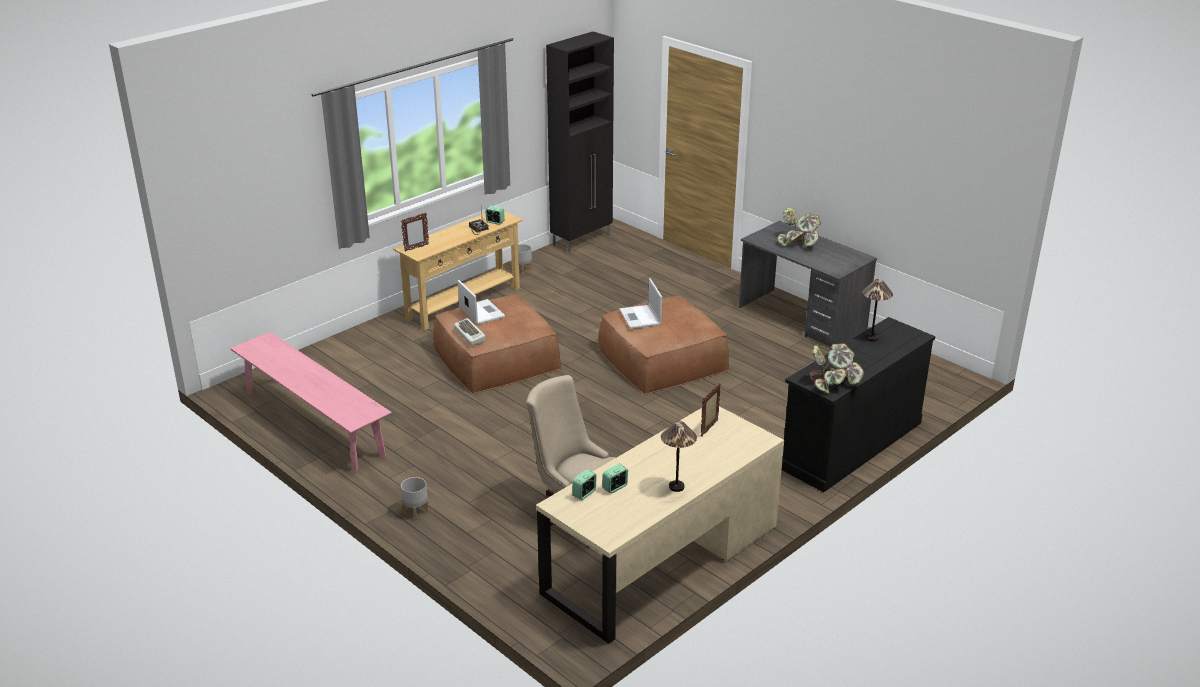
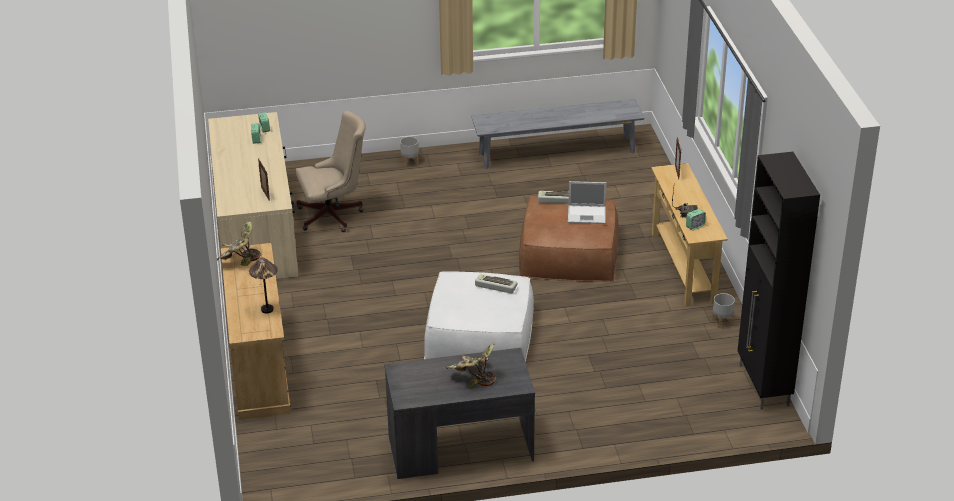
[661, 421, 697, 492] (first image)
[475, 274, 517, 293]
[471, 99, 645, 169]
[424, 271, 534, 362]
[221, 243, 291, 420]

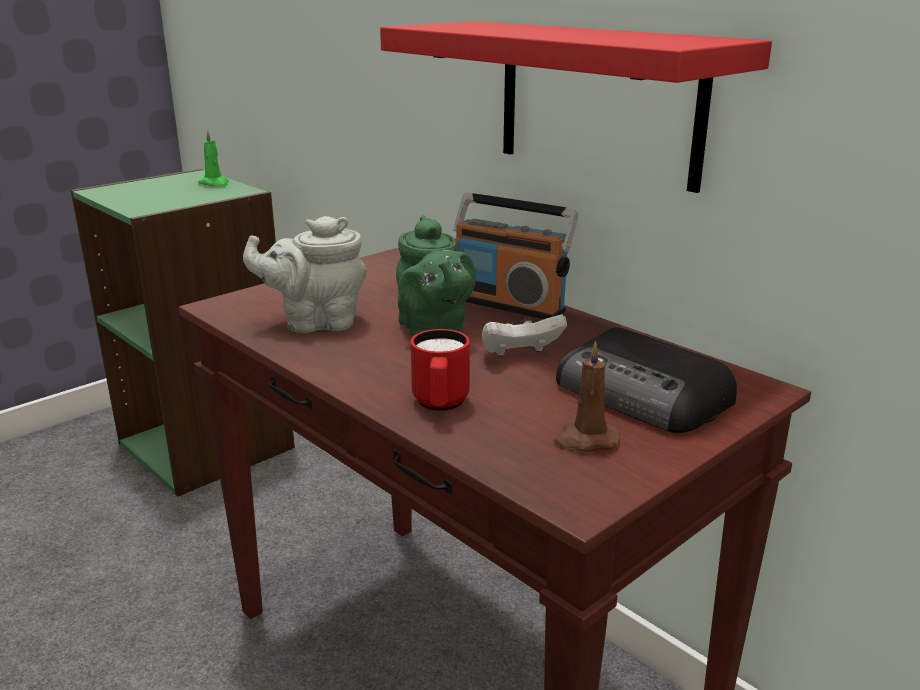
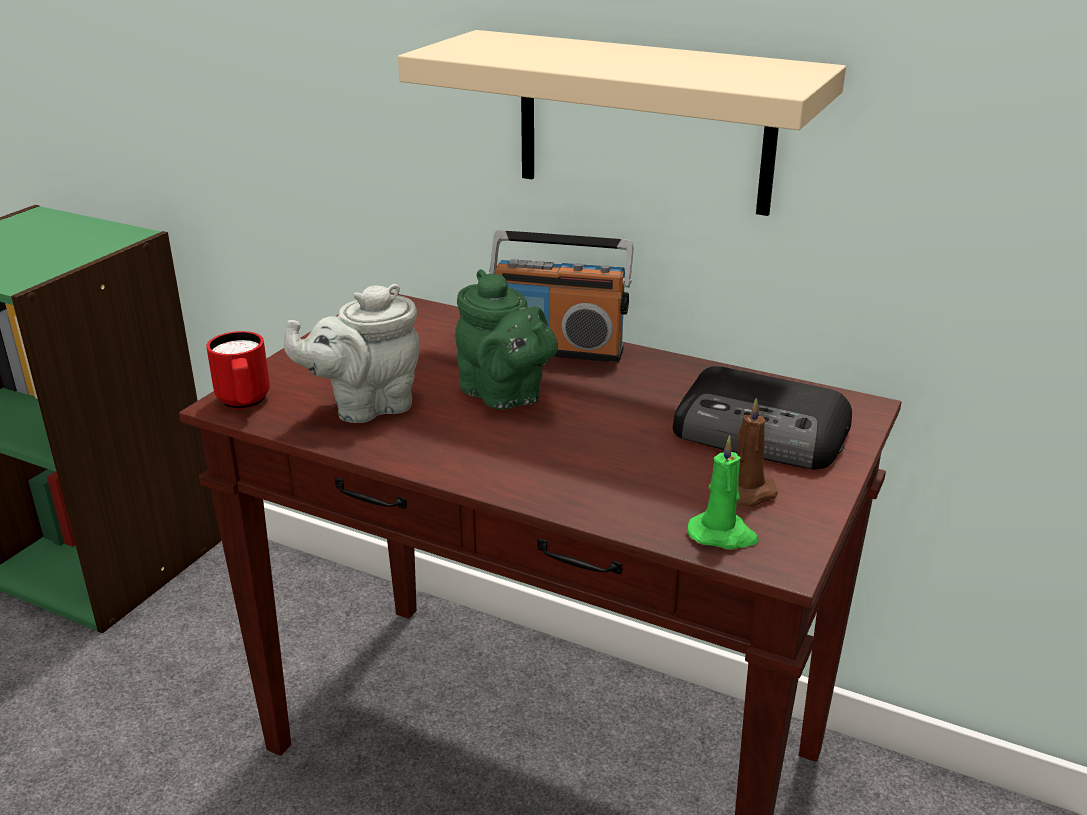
[482, 314, 567, 356] (first image)
[687, 436, 759, 549]
[206, 331, 270, 409]
[398, 30, 846, 216]

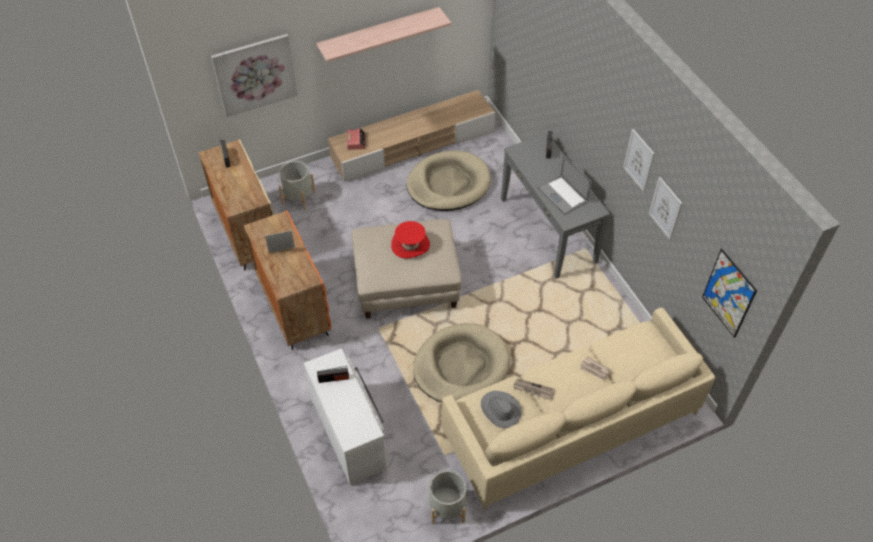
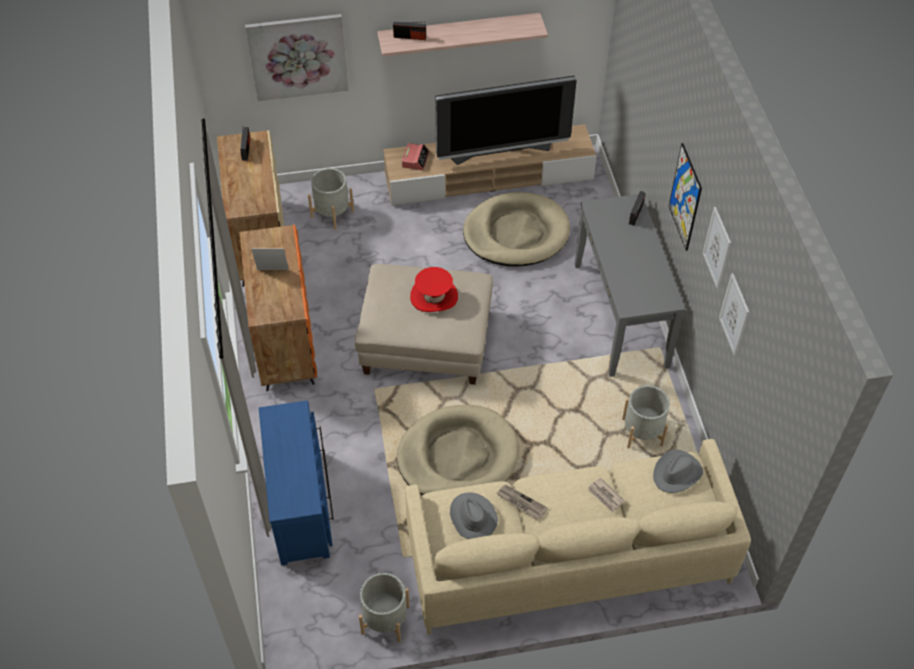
[538, 155, 592, 215] (first image)
[435, 76, 577, 165]
[622, 385, 670, 448]
[653, 449, 703, 493]
[393, 22, 426, 40]
[669, 143, 702, 251]
[259, 400, 334, 565]

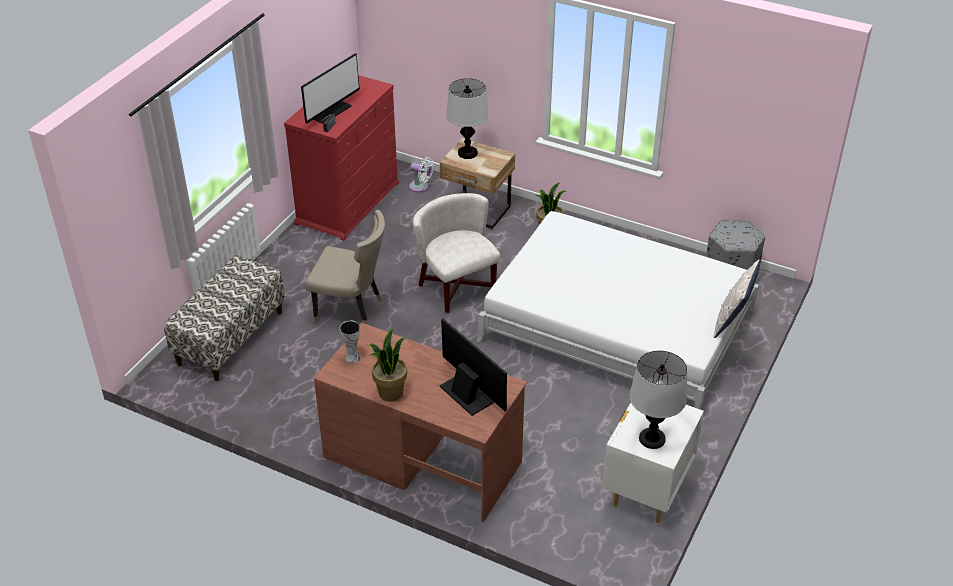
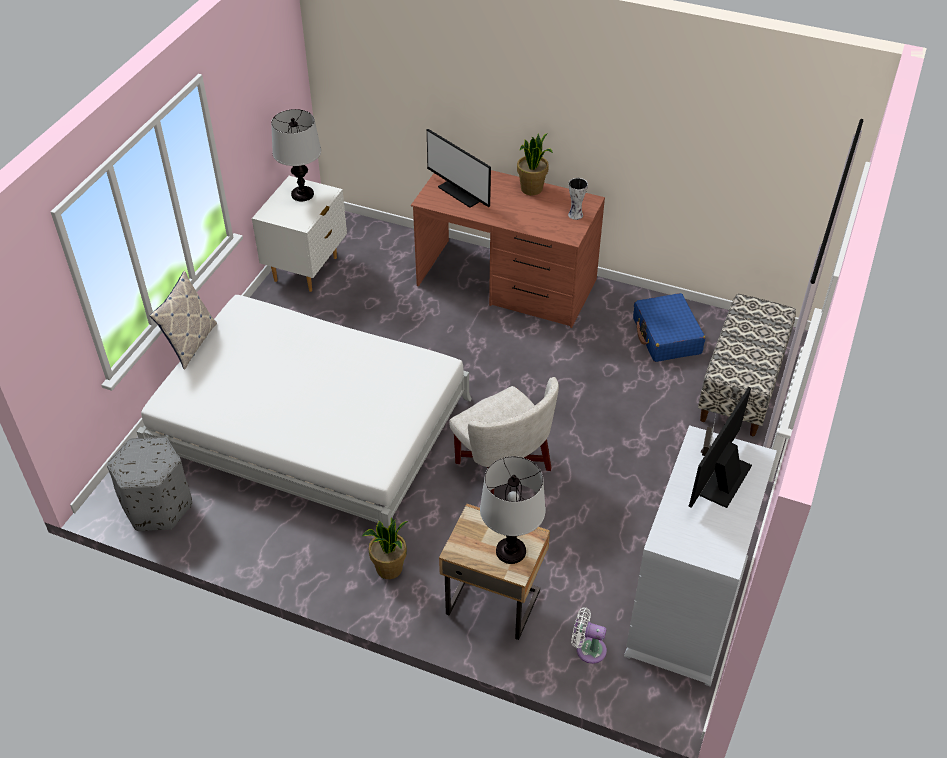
[305, 210, 385, 325] (first image)
[633, 293, 705, 362]
[624, 425, 777, 687]

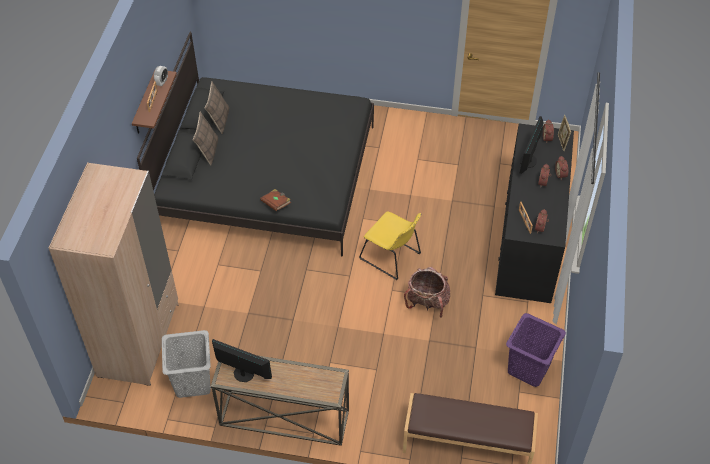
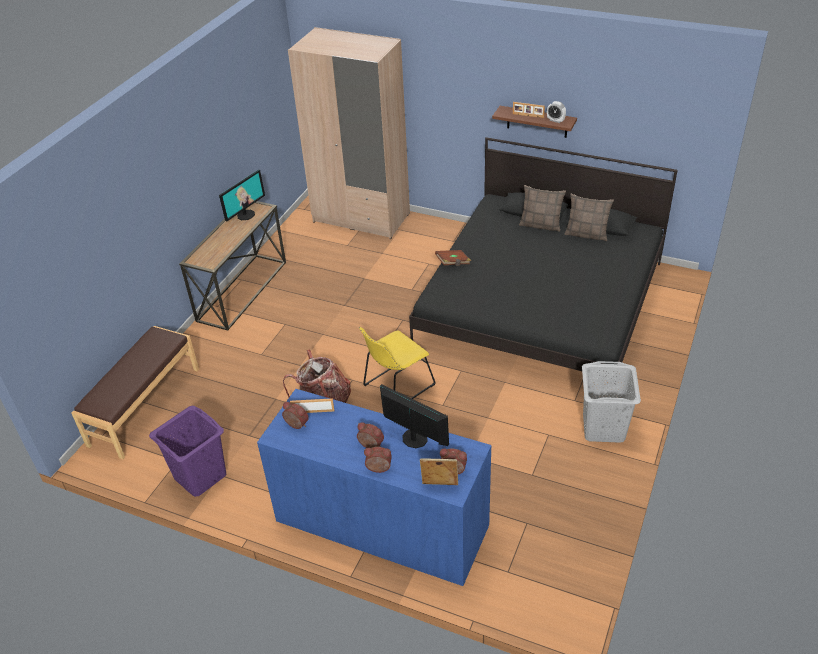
[582, 361, 641, 443]
[257, 389, 491, 586]

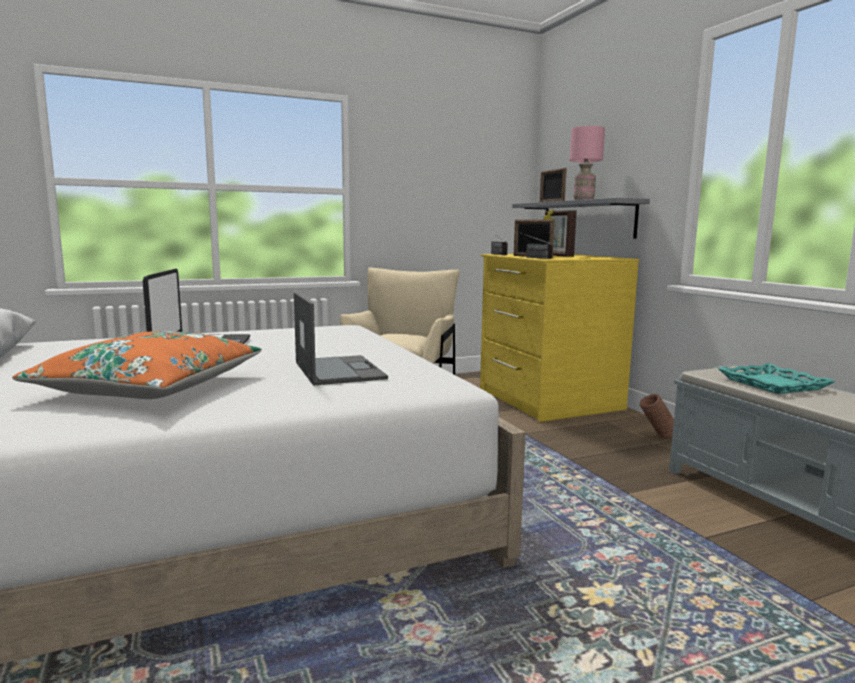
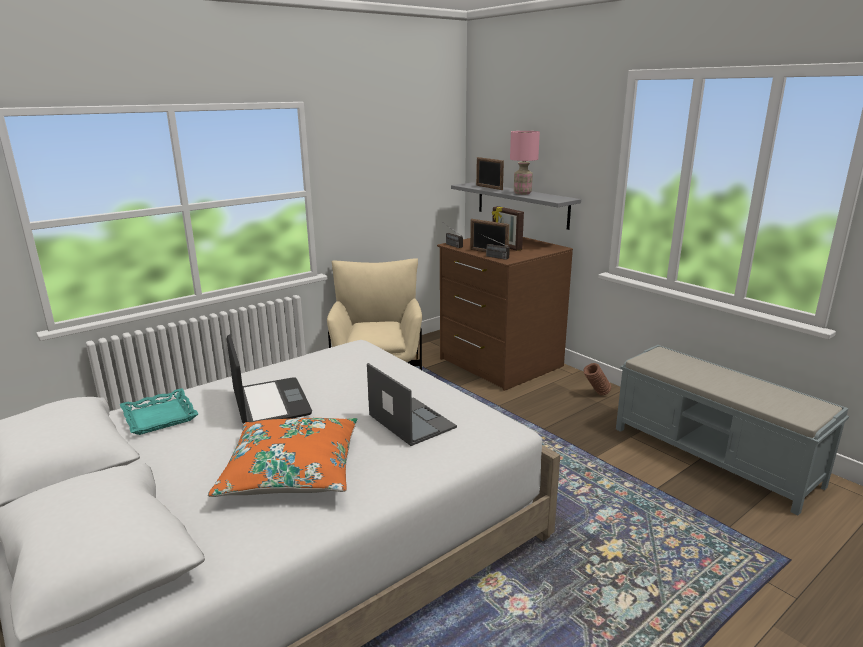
[120, 388, 198, 435]
[437, 237, 573, 391]

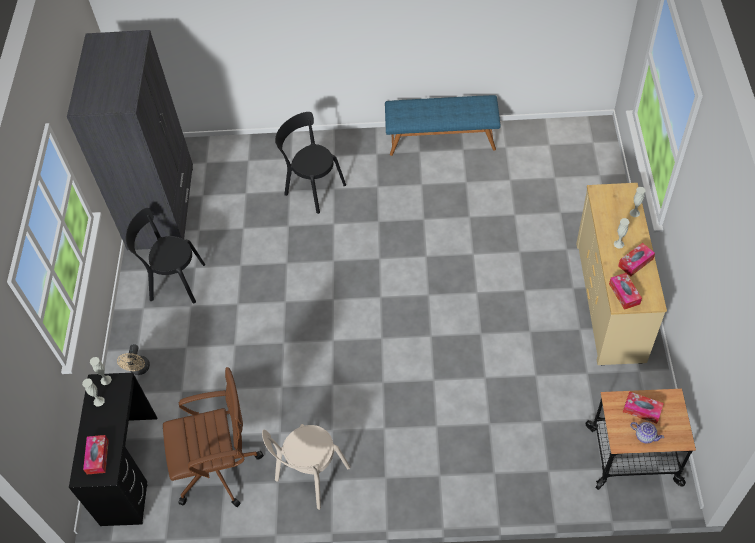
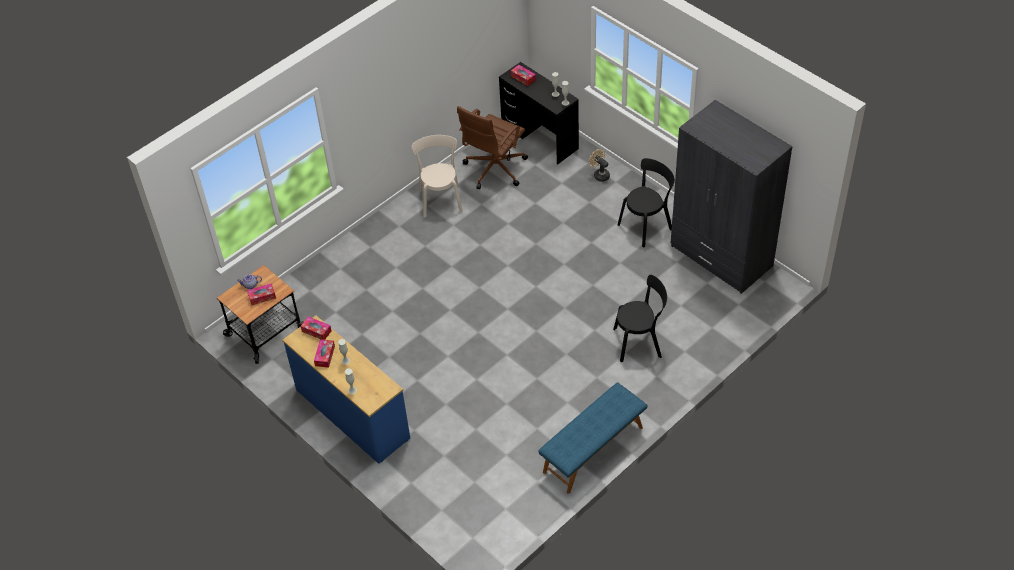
[282, 316, 410, 464]

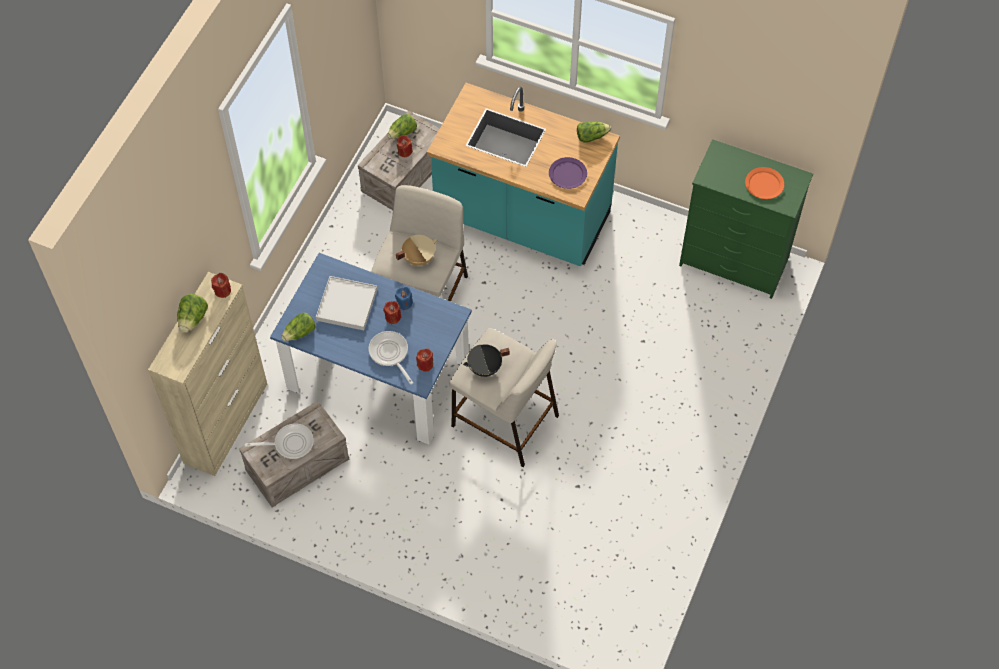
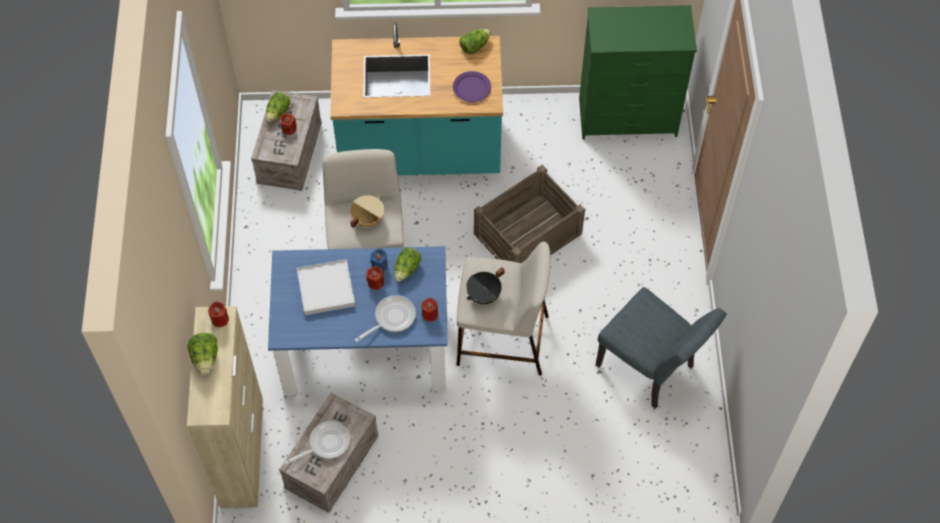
[745, 167, 784, 199] (first image)
[473, 165, 585, 263]
[596, 287, 727, 409]
[395, 247, 421, 282]
[355, 295, 416, 342]

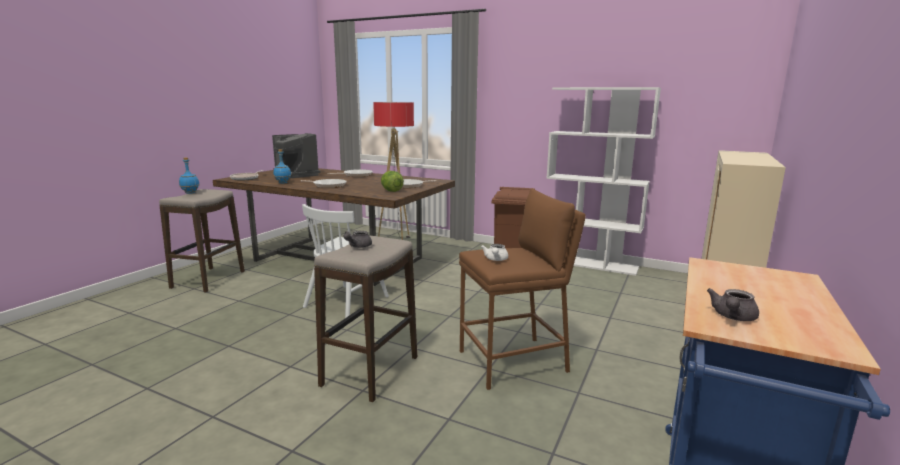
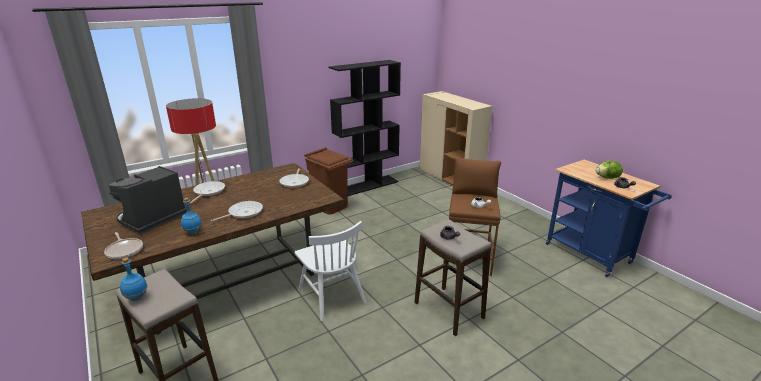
[595, 161, 623, 179]
[328, 60, 401, 196]
[109, 166, 187, 234]

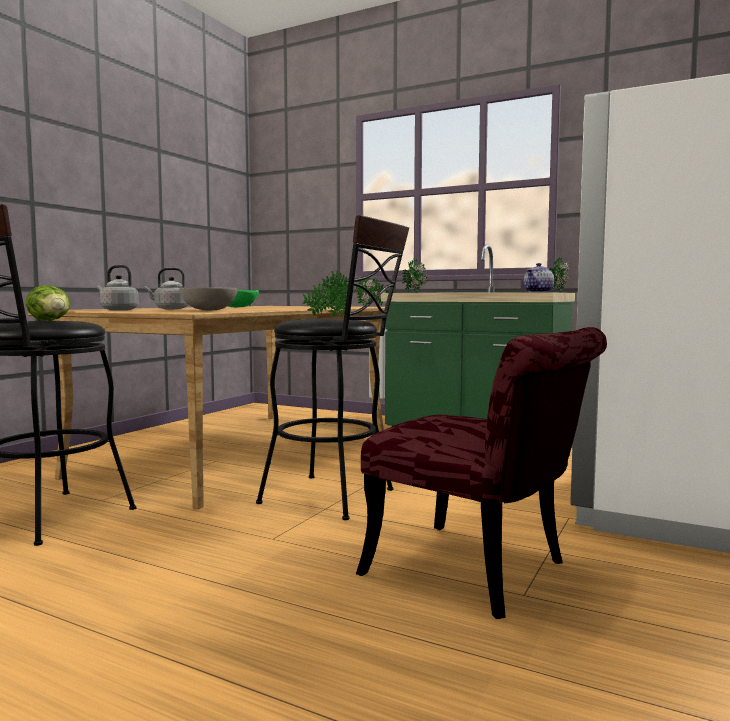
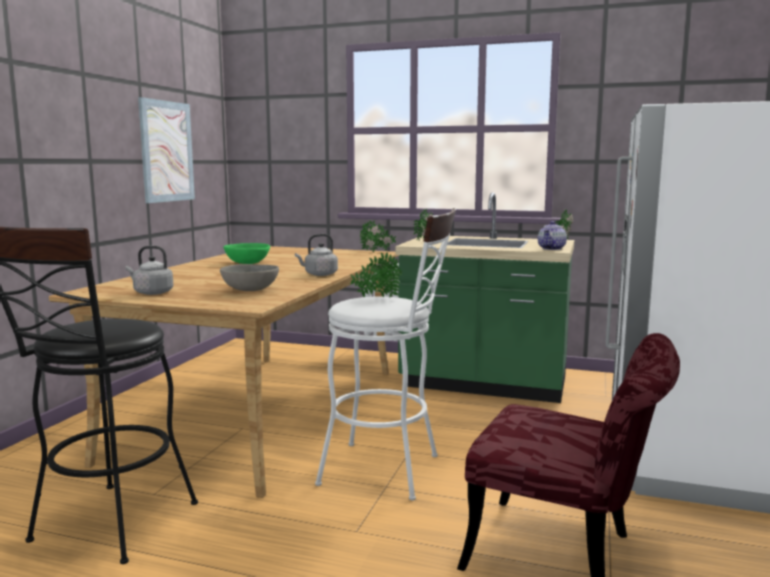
[26, 285, 71, 321] (first image)
[138, 97, 195, 203]
[295, 234, 338, 276]
[315, 208, 456, 500]

